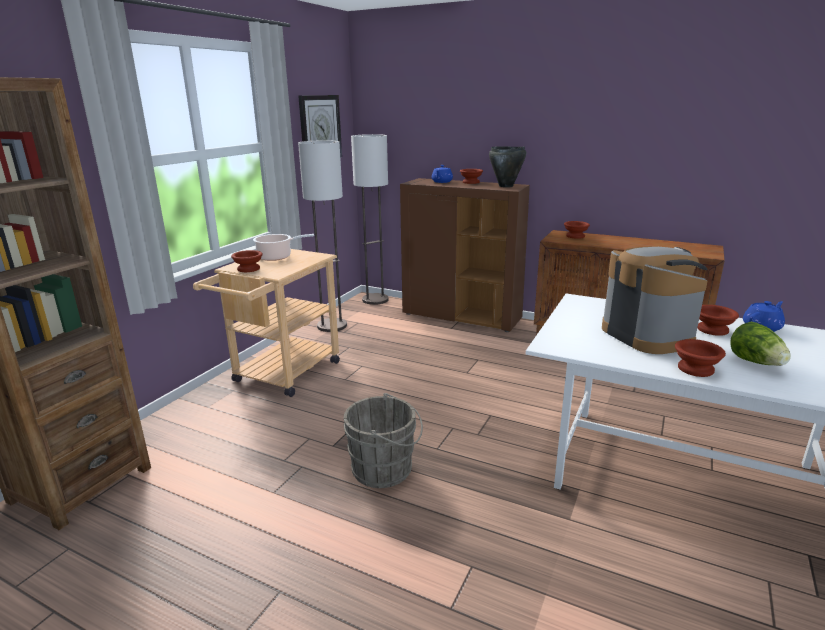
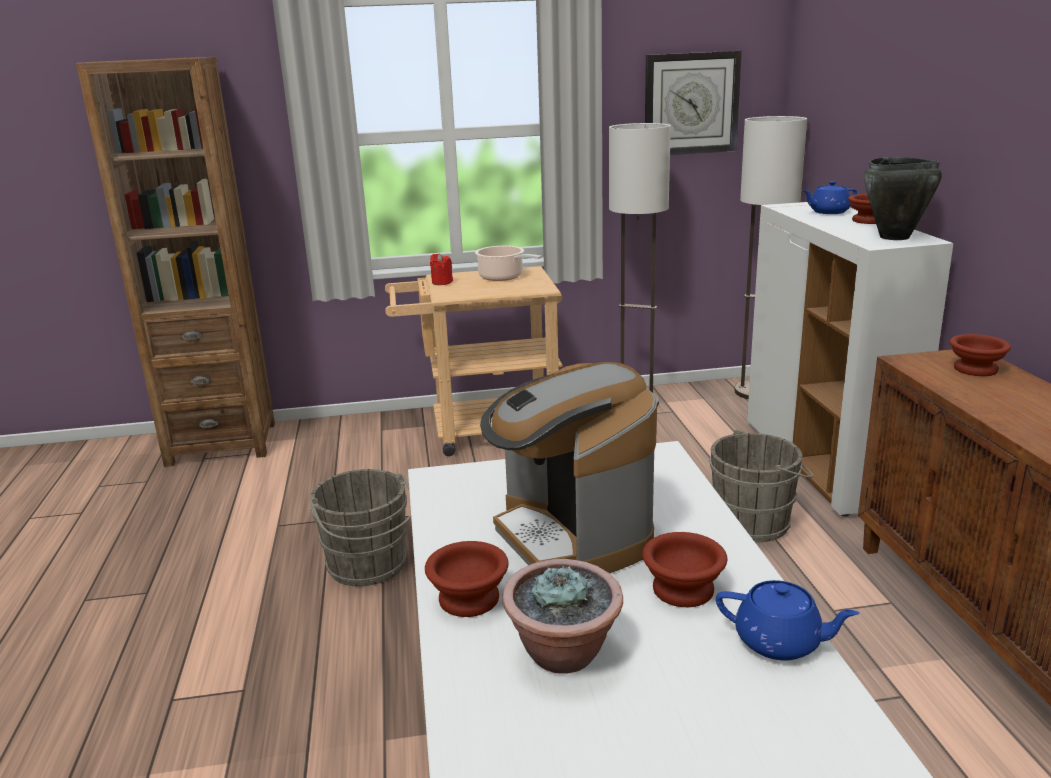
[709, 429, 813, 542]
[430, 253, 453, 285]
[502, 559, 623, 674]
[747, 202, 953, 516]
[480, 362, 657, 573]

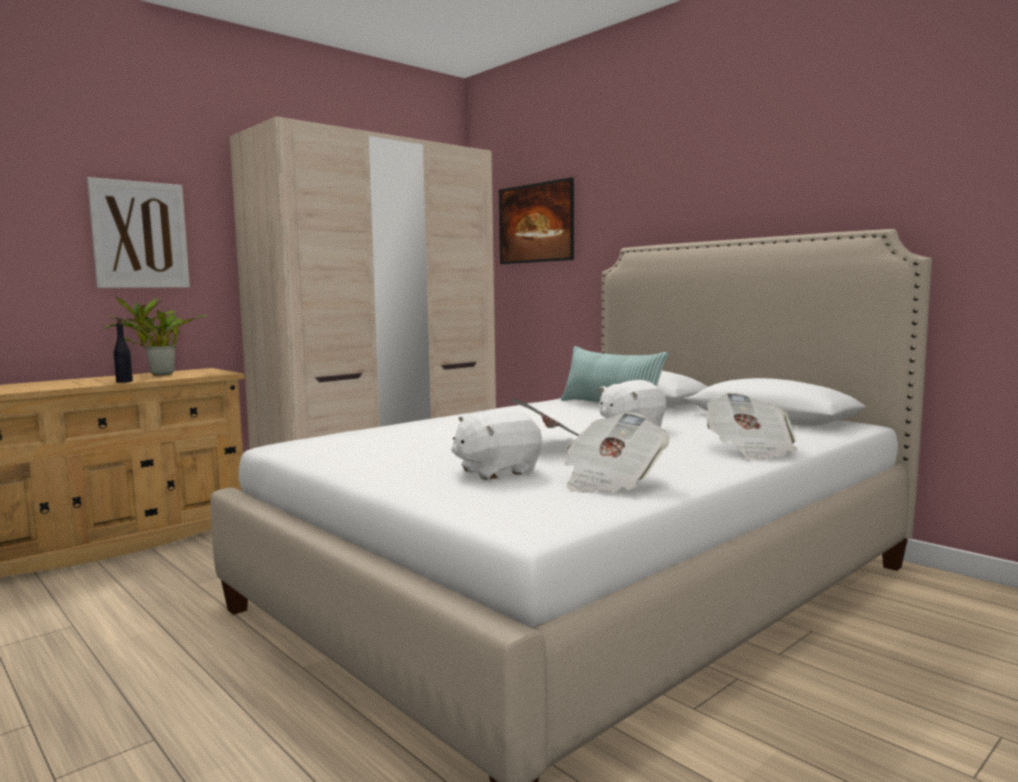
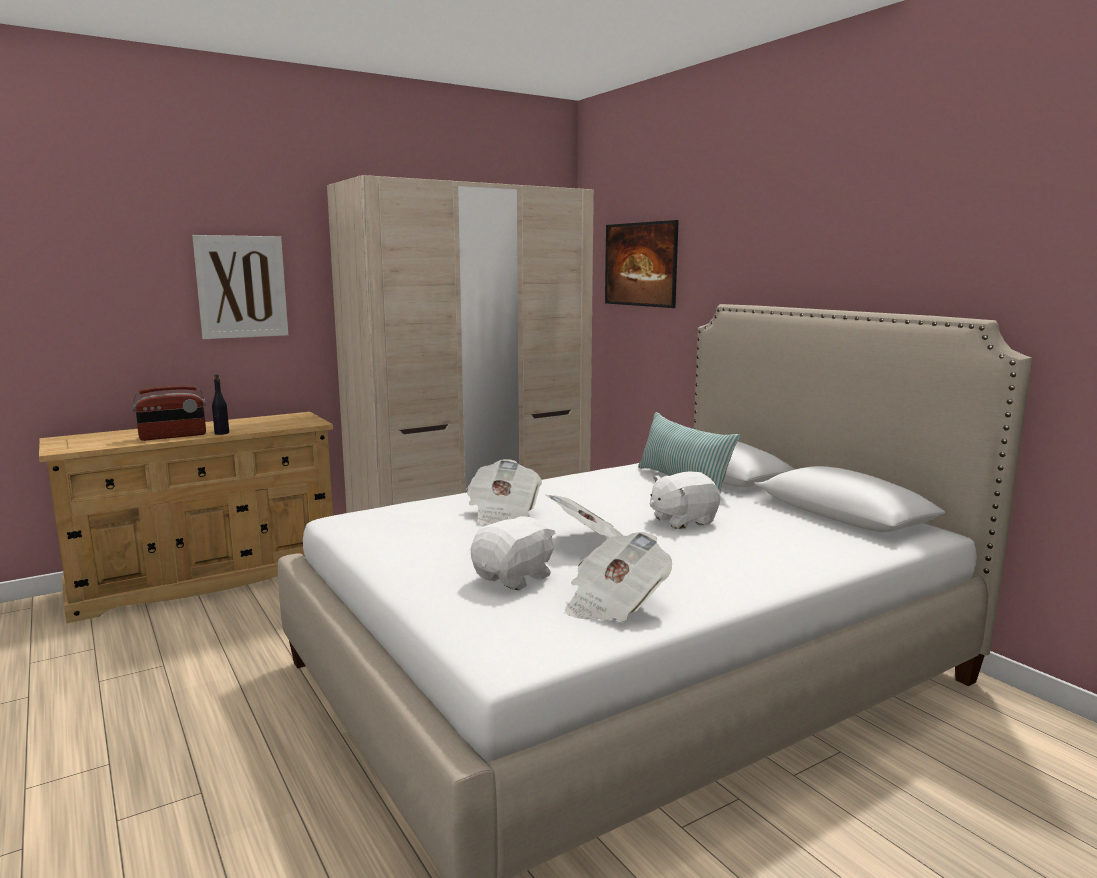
[104, 297, 207, 375] (first image)
[132, 386, 206, 441]
[466, 459, 542, 525]
[470, 516, 556, 590]

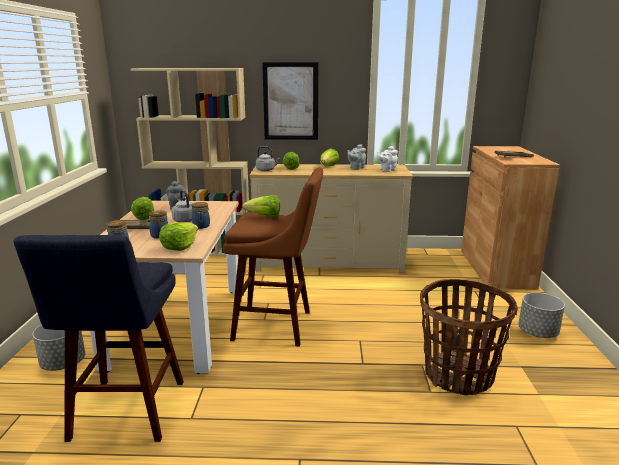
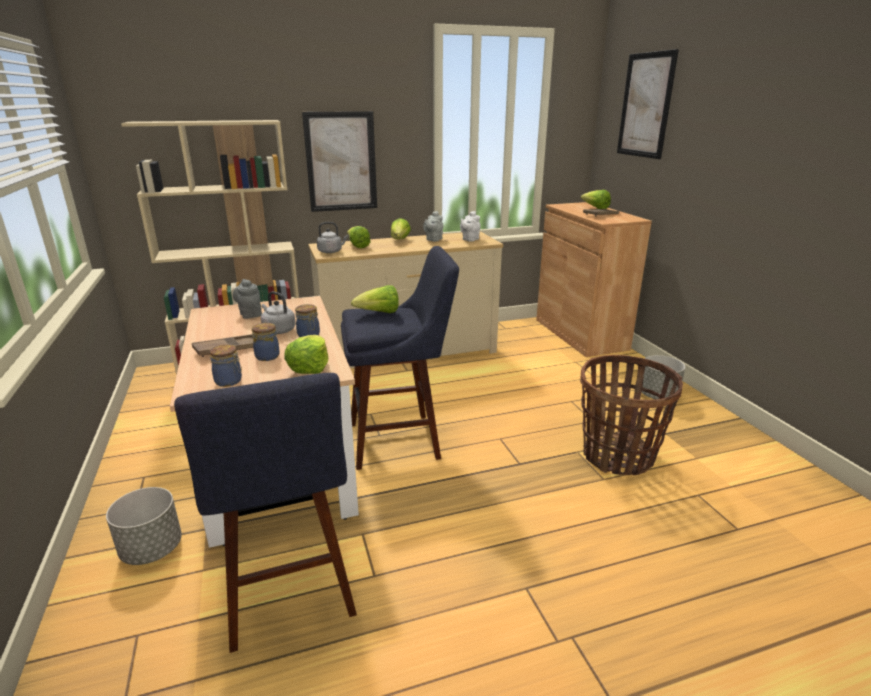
[617, 49, 679, 159]
[581, 190, 611, 209]
[341, 246, 459, 470]

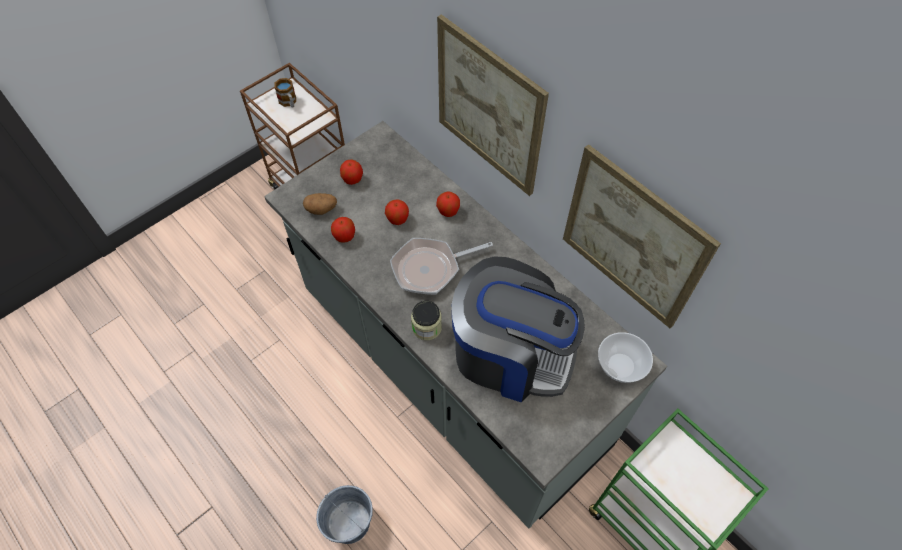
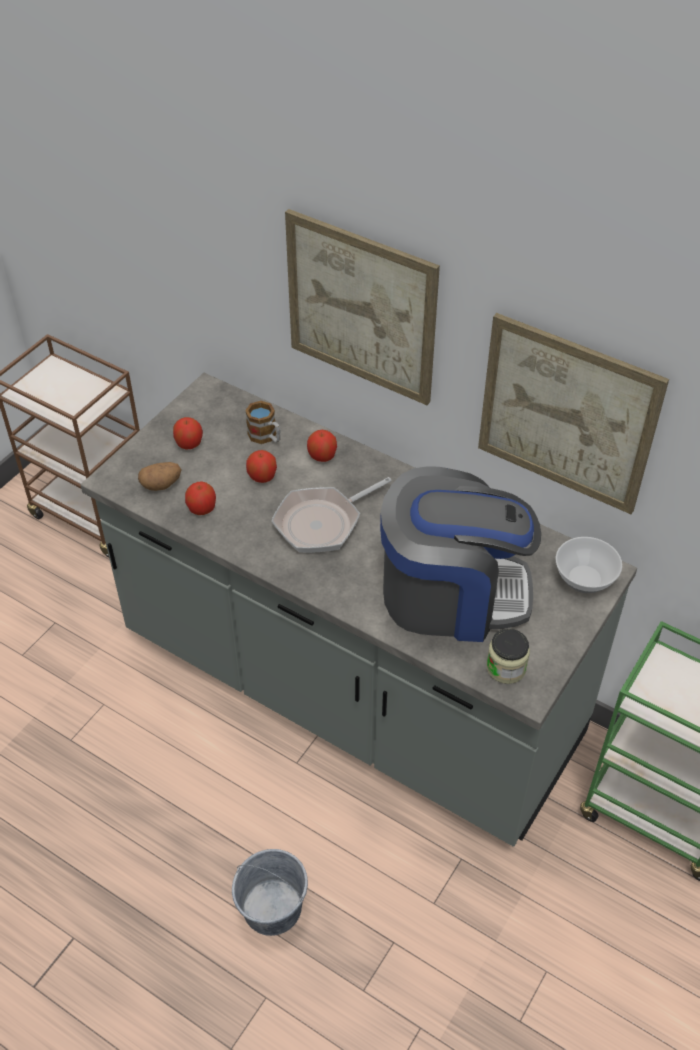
[245, 401, 281, 444]
[486, 629, 530, 684]

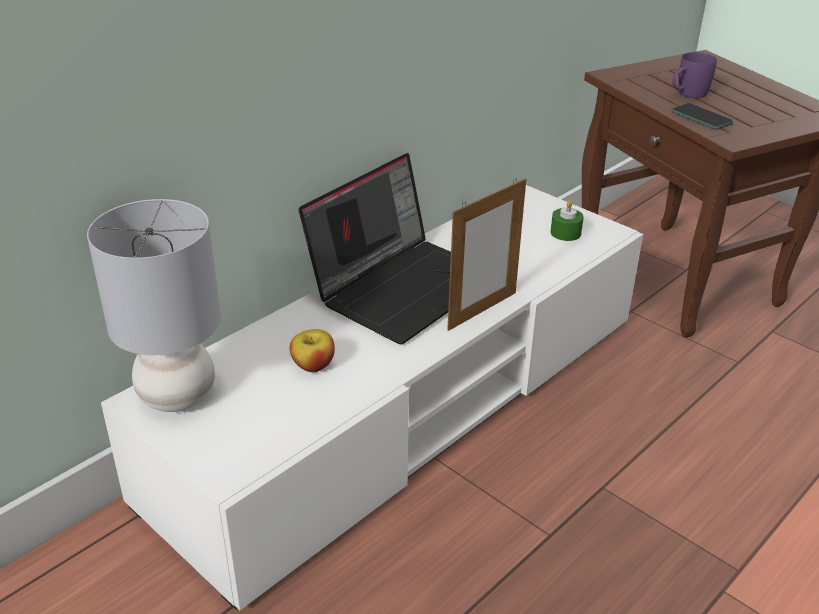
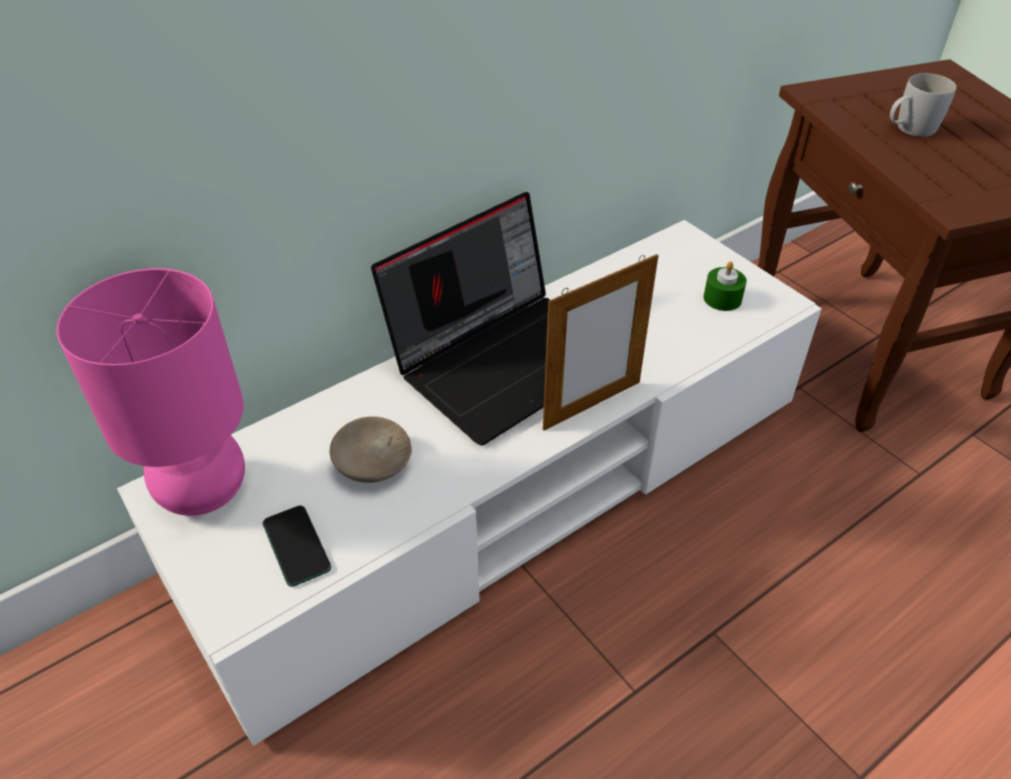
[263, 506, 331, 587]
[330, 416, 412, 483]
[57, 268, 245, 516]
[890, 73, 956, 137]

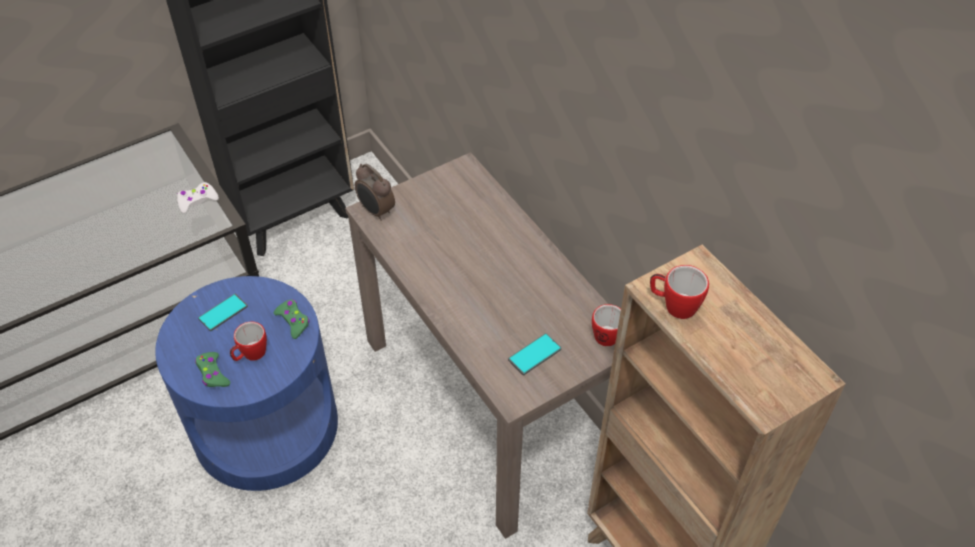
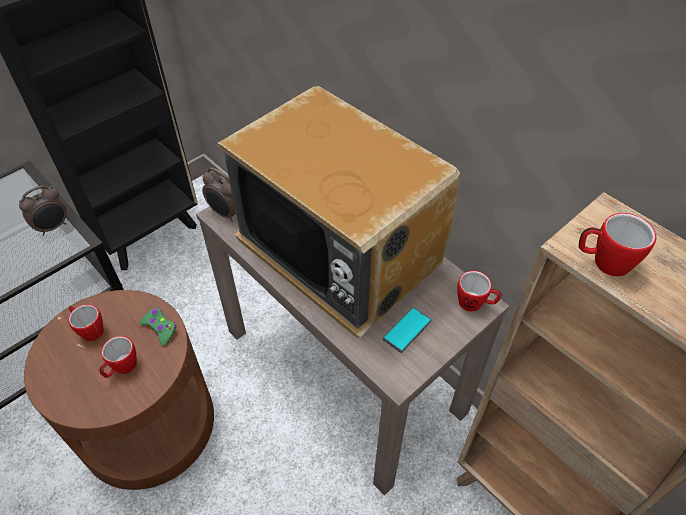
[195, 352, 230, 387] (first image)
[216, 86, 460, 338]
[19, 186, 67, 236]
[68, 304, 104, 341]
[24, 290, 214, 490]

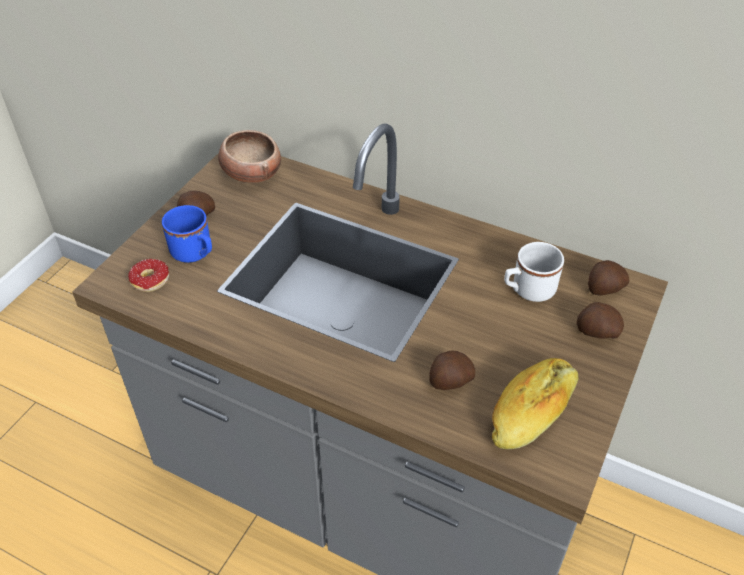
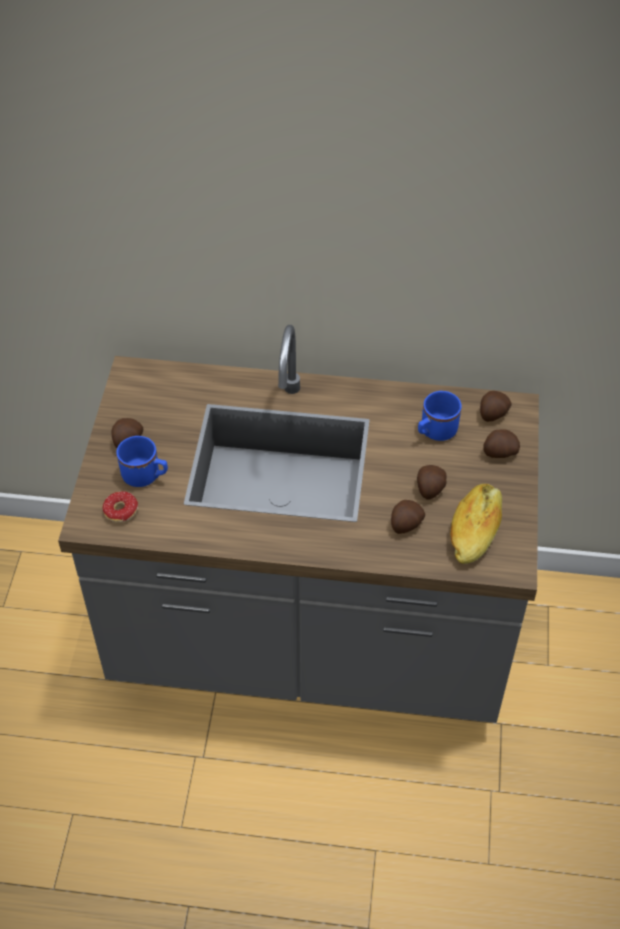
[218, 130, 281, 183] (first image)
[417, 465, 447, 500]
[418, 391, 462, 441]

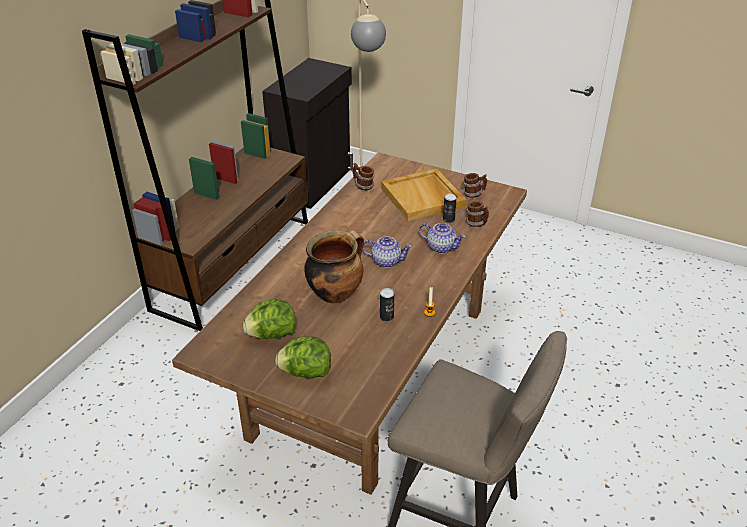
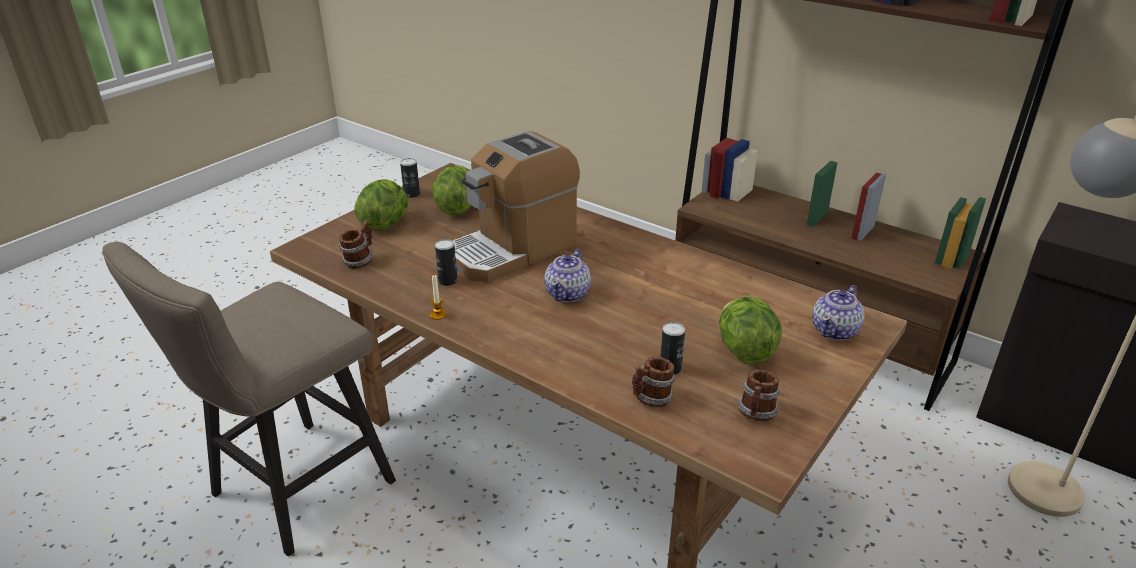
[400, 158, 420, 198]
[339, 220, 373, 268]
[812, 285, 864, 340]
[452, 131, 580, 283]
[719, 296, 782, 365]

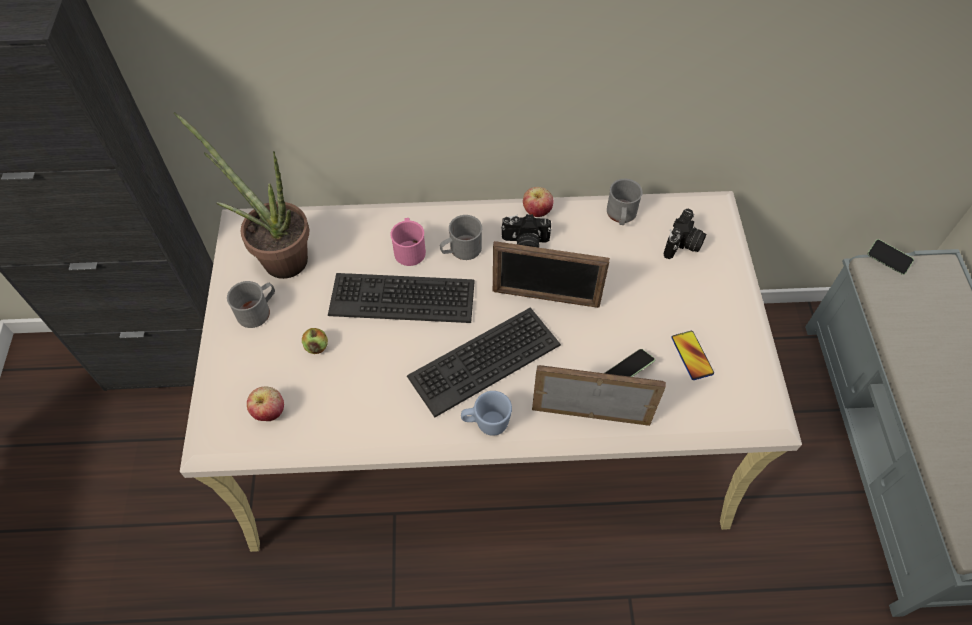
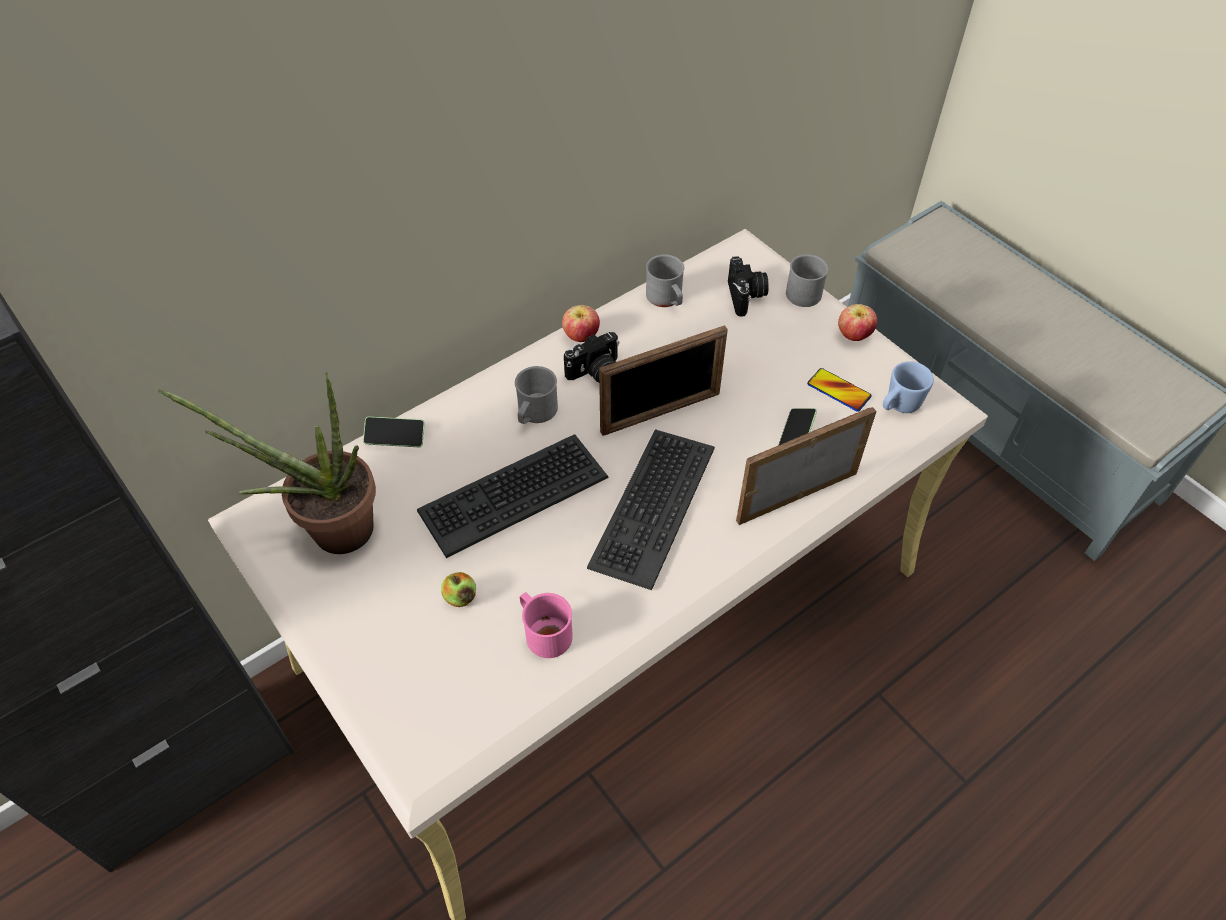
[786, 254, 829, 307]
[838, 304, 877, 341]
[520, 592, 573, 658]
[883, 361, 934, 413]
[363, 417, 425, 447]

